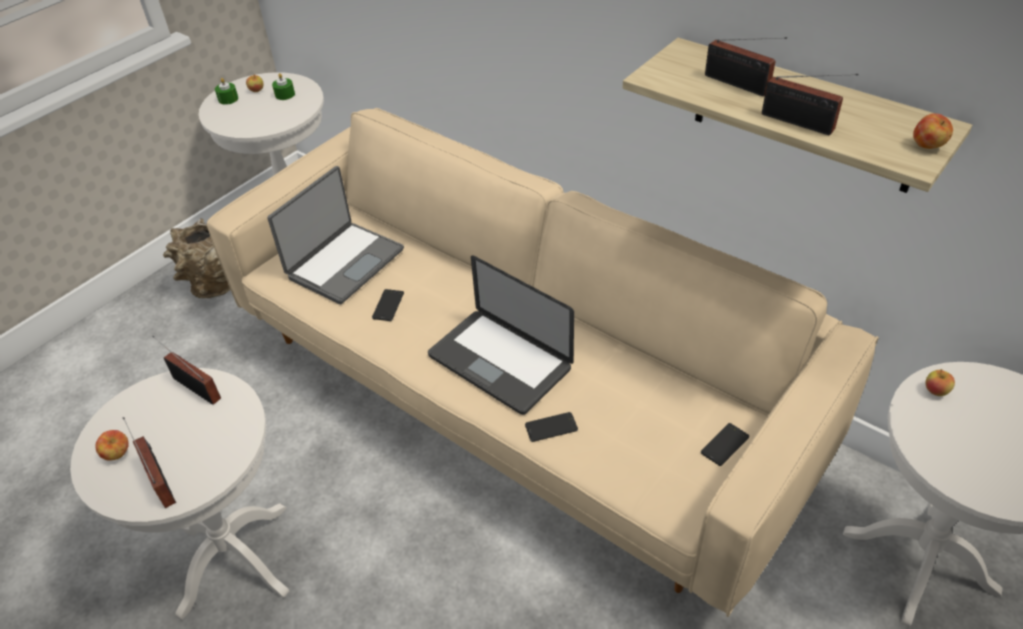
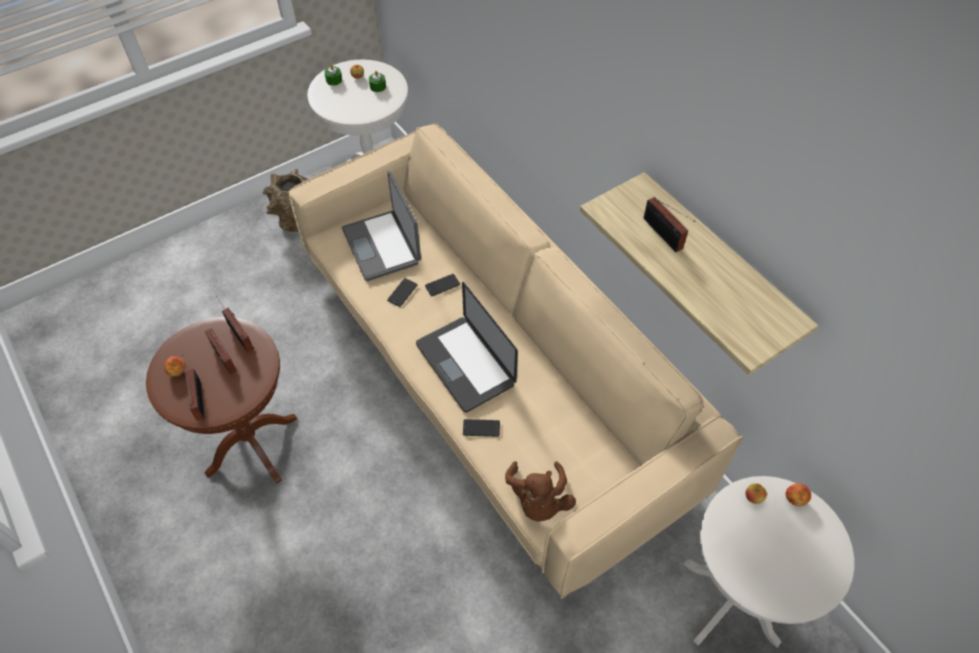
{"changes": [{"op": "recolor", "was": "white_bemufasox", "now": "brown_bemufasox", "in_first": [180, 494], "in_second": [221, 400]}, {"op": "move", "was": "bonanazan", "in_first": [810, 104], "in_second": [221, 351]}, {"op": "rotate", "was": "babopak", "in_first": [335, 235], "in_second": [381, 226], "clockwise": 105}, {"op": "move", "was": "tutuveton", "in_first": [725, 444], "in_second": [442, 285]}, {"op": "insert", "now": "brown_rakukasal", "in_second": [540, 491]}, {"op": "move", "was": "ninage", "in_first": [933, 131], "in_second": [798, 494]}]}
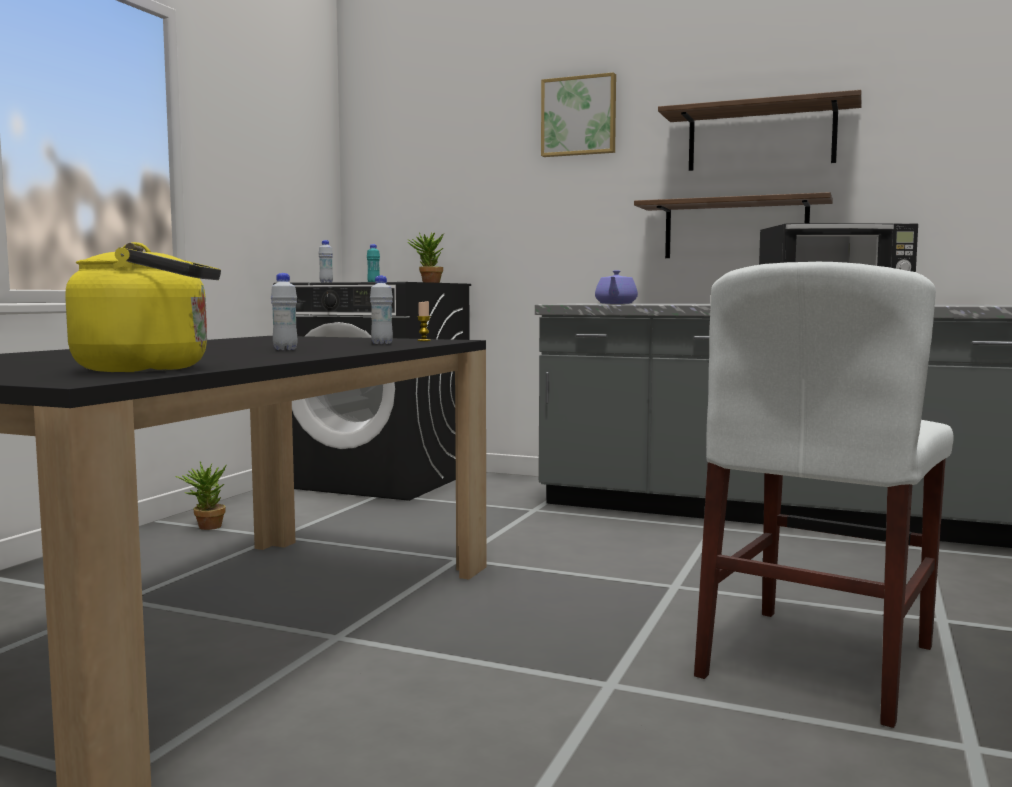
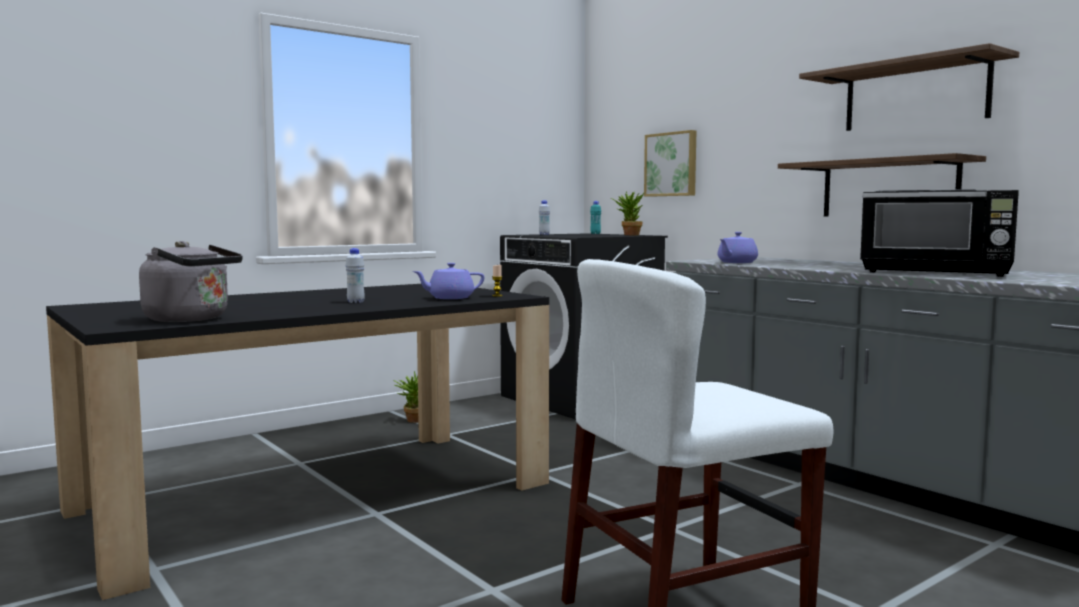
{"changes": [{"op": "recolor", "was": "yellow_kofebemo", "now": "grey_kofebemo", "in_first": [143, 307], "in_second": [191, 281]}, {"op": "replace", "was": "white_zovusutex", "now": "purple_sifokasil", "in_first": [381, 309], "in_second": [448, 281]}, {"op": "move", "was": "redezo", "in_first": [578, 114], "in_second": [670, 163]}]}
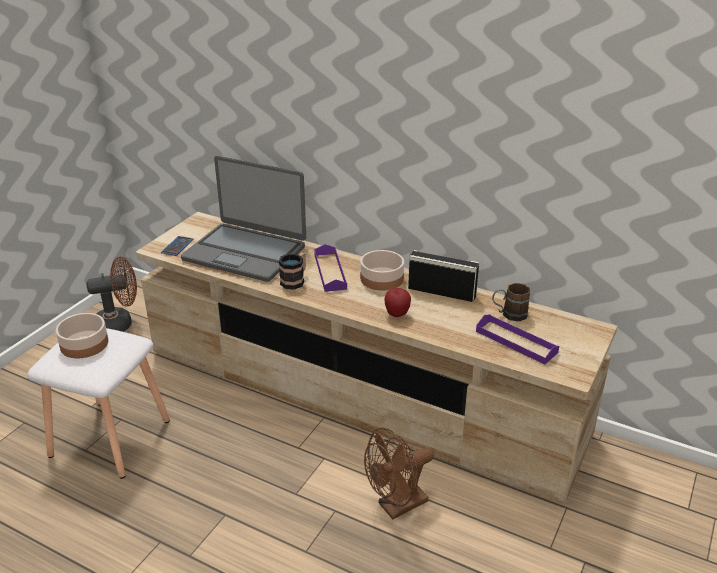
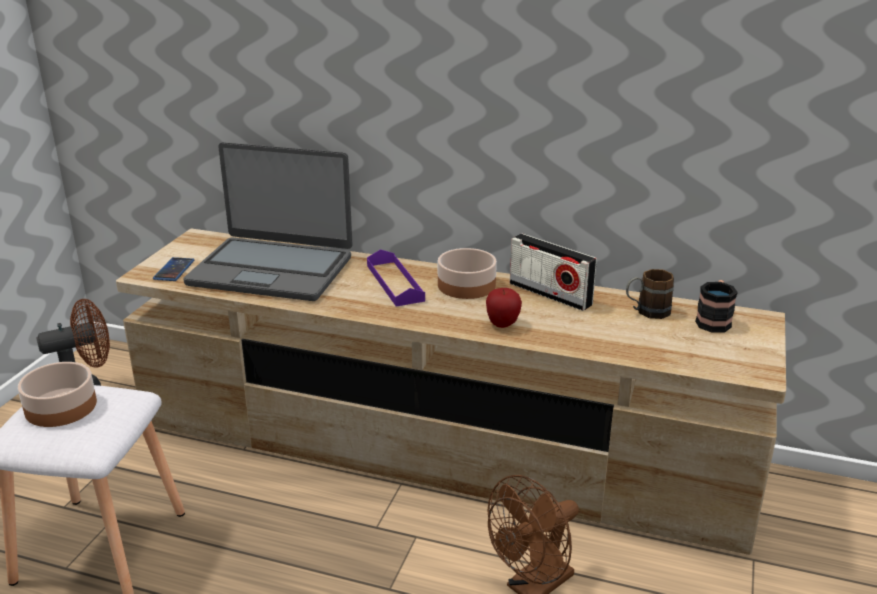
{"changes": [{"op": "rotate", "was": "bonanazan", "in_first": [443, 276], "in_second": [553, 272], "clockwise": -150}, {"op": "move", "was": "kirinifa", "in_first": [292, 271], "in_second": [716, 306]}, {"op": "delete", "was": "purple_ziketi", "in_first": [517, 339]}]}
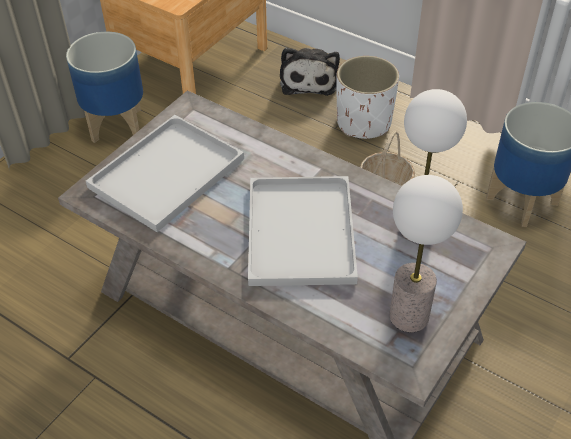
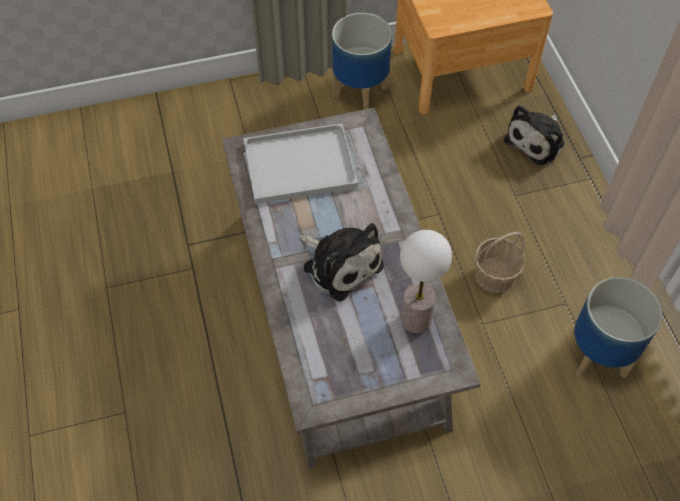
{"changes": [{"op": "replace", "was": "white_ziketi", "now": "rakukasal", "in_first": [303, 231], "in_second": [342, 262]}, {"op": "delete", "was": "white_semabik", "in_first": [367, 97]}, {"op": "delete", "was": "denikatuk", "in_first": [426, 253]}]}
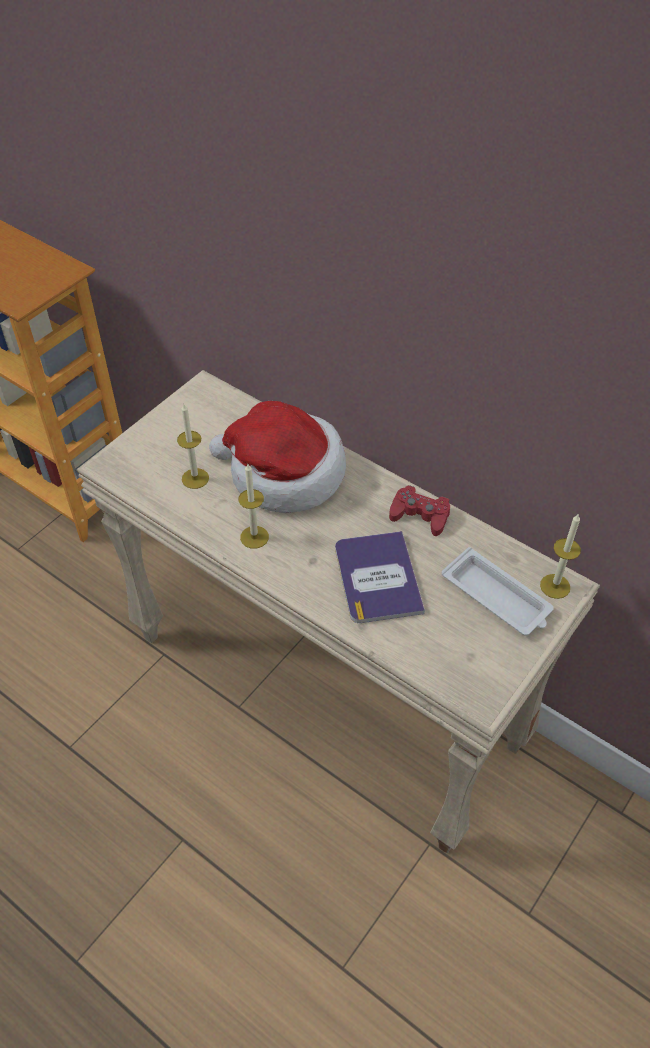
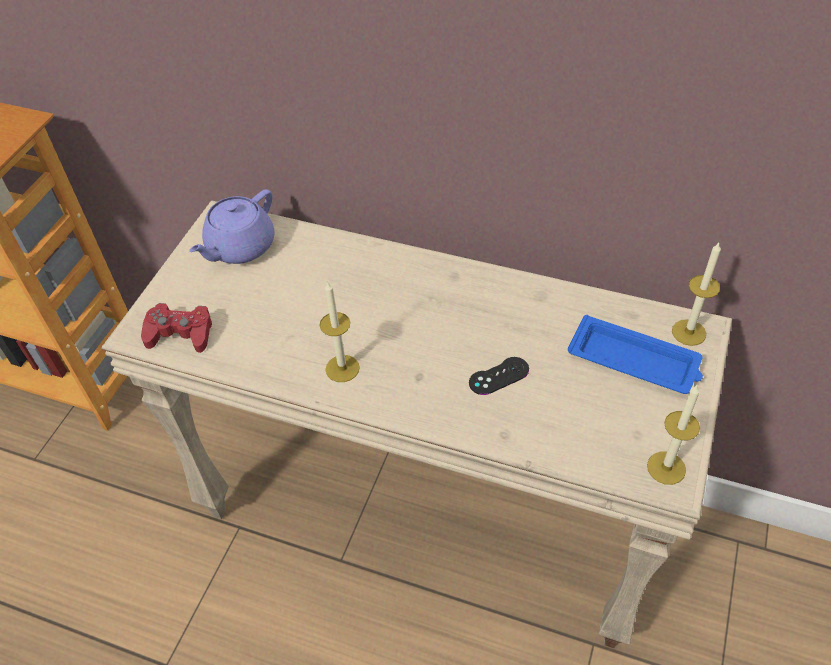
{"changes": [{"op": "move", "was": "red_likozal", "in_first": [419, 510], "in_second": [176, 328]}, {"op": "insert", "now": "purple_sifokasil", "in_second": [231, 226]}, {"op": "replace", "was": "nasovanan", "now": "black_likozal", "in_first": [380, 577], "in_second": [499, 376]}, {"op": "recolor", "was": "white_ziketi", "now": "blue_ziketi", "in_first": [498, 591], "in_second": [635, 354]}, {"op": "move", "was": "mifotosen", "in_first": [193, 446], "in_second": [673, 434]}, {"op": "delete", "was": "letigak", "in_first": [277, 457]}]}
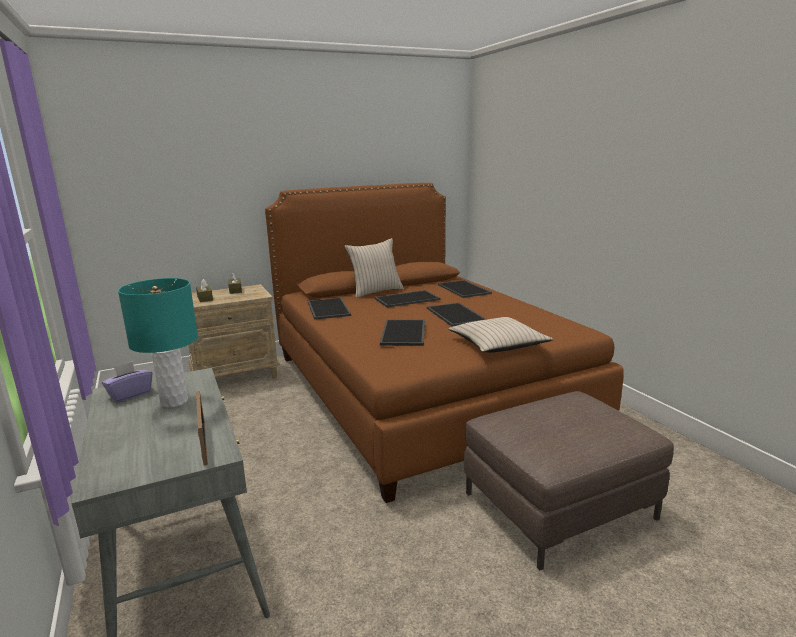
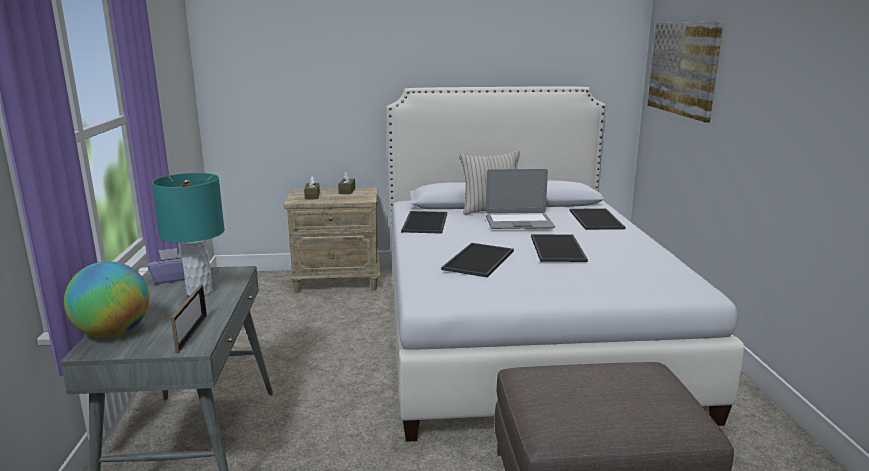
{"changes": [{"op": "insert", "now": "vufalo", "in_second": [106, 299]}, {"op": "recolor", "was": "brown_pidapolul", "now": "white_pidapolul", "in_first": [444, 343], "in_second": [565, 264]}, {"op": "replace", "was": "ziketi", "now": "babopak", "in_first": [407, 299], "in_second": [520, 199]}, {"op": "insert", "now": "redezo", "in_second": [685, 72]}, {"op": "delete", "was": "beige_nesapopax", "in_first": [501, 335]}]}
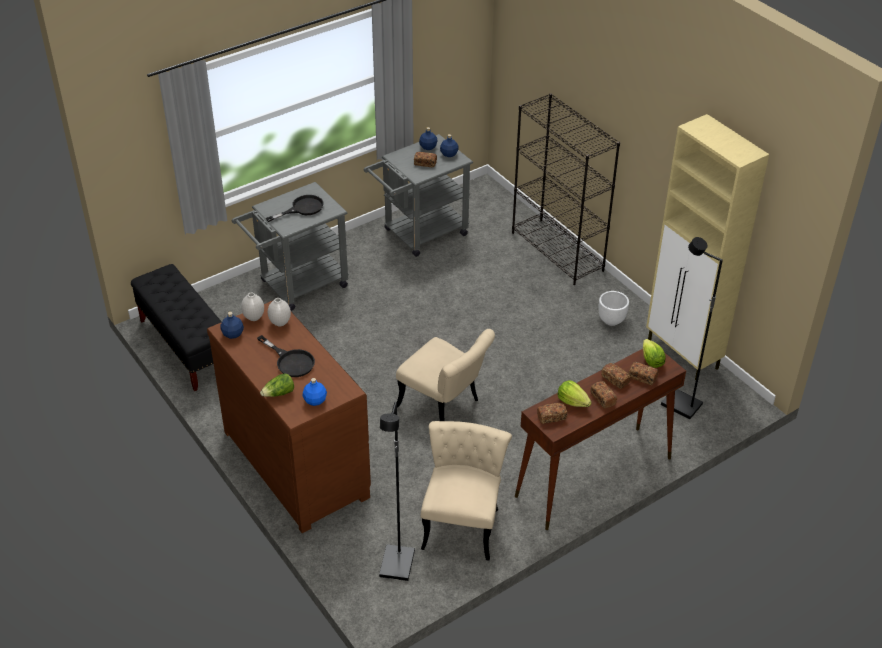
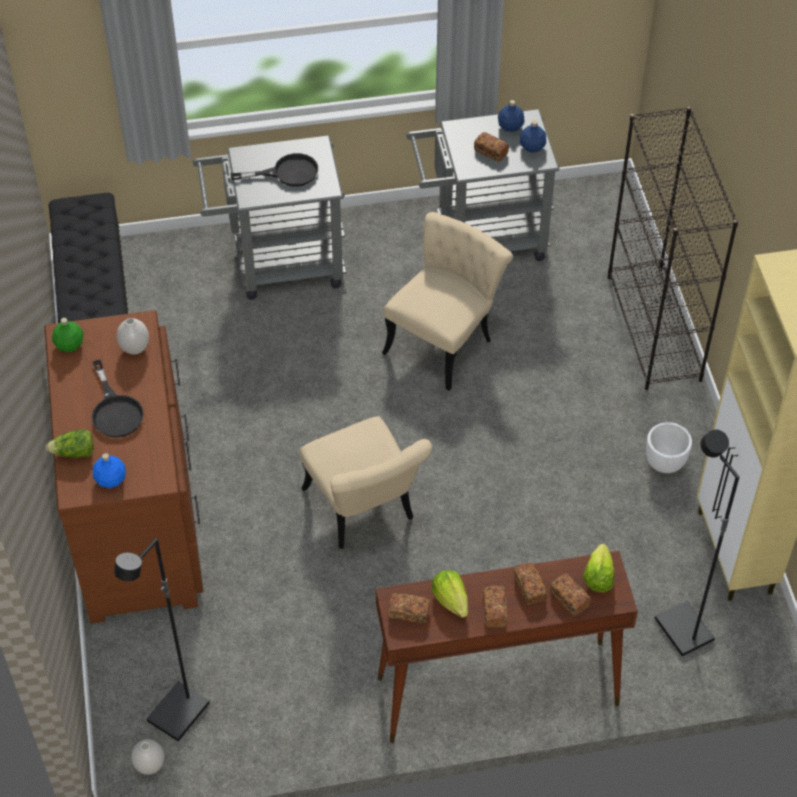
{"changes": [{"op": "recolor", "was": "blue_zovusutex", "now": "green_zovusutex", "in_first": [232, 325], "in_second": [68, 335]}, {"op": "move", "was": "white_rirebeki", "in_first": [252, 306], "in_second": [147, 757]}, {"op": "move", "was": "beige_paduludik", "in_first": [466, 491], "in_second": [447, 301]}]}
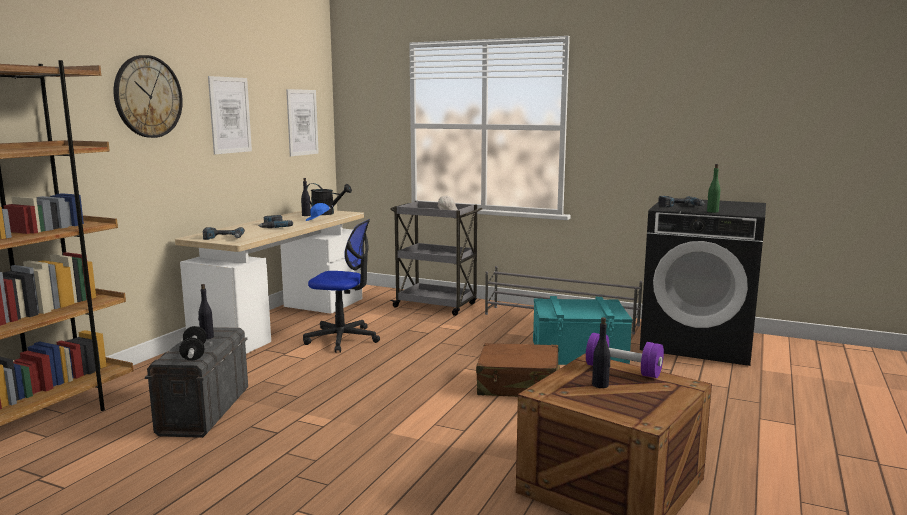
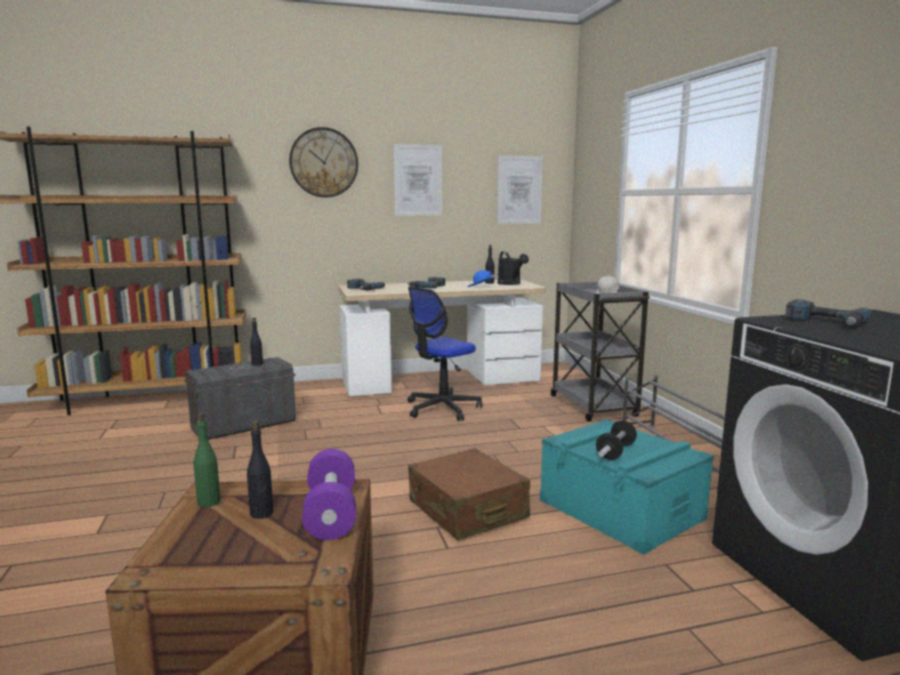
{"changes": [{"op": "move", "was": "green_zovusutex", "in_first": [713, 188], "in_second": [207, 459]}, {"op": "rotate", "was": "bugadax", "in_first": [341, 286], "in_second": [444, 353], "clockwise": 75}, {"op": "move", "was": "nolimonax", "in_first": [193, 343], "in_second": [616, 440]}]}
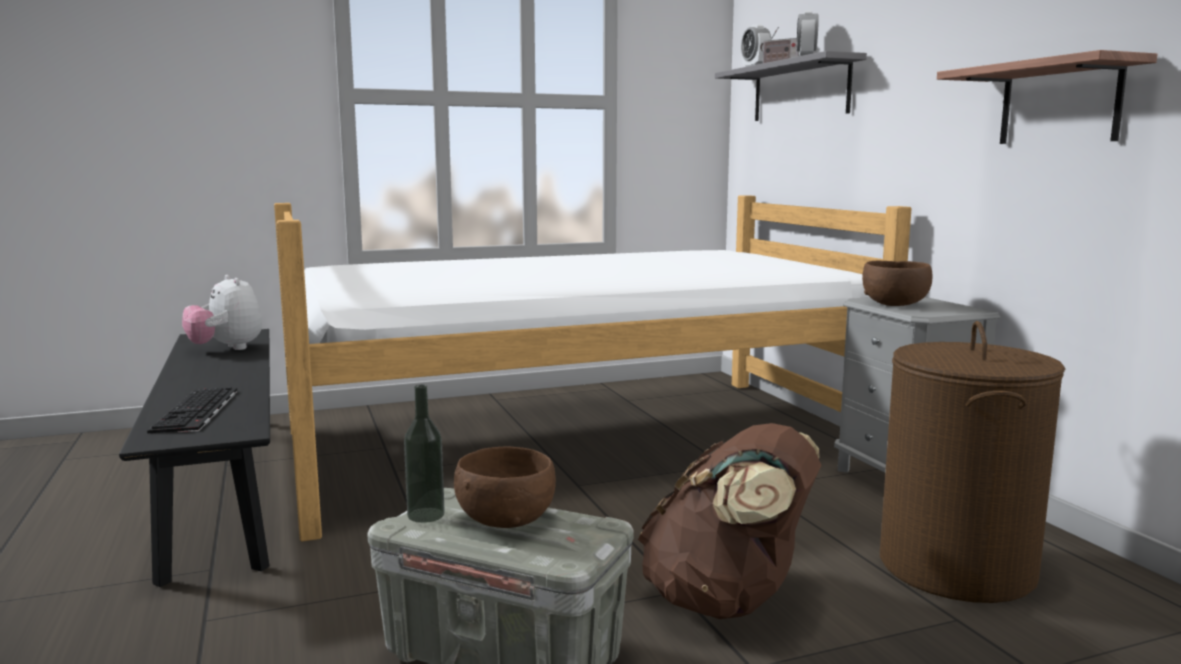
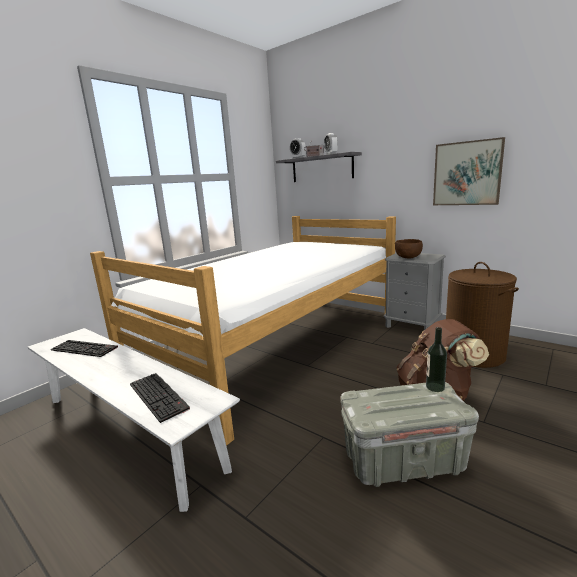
{"changes": [{"op": "recolor", "was": "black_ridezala", "now": "white_ridezala", "in_first": [194, 458], "in_second": [134, 420]}, {"op": "replace", "was": "rakukasal", "now": "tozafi", "in_first": [222, 312], "in_second": [84, 348]}, {"op": "move", "was": "zovusutex", "in_first": [424, 454], "in_second": [436, 359]}, {"op": "replace", "was": "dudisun", "now": "redezo", "in_first": [1047, 97], "in_second": [469, 171]}, {"op": "delete", "was": "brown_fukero", "in_first": [505, 487]}]}
